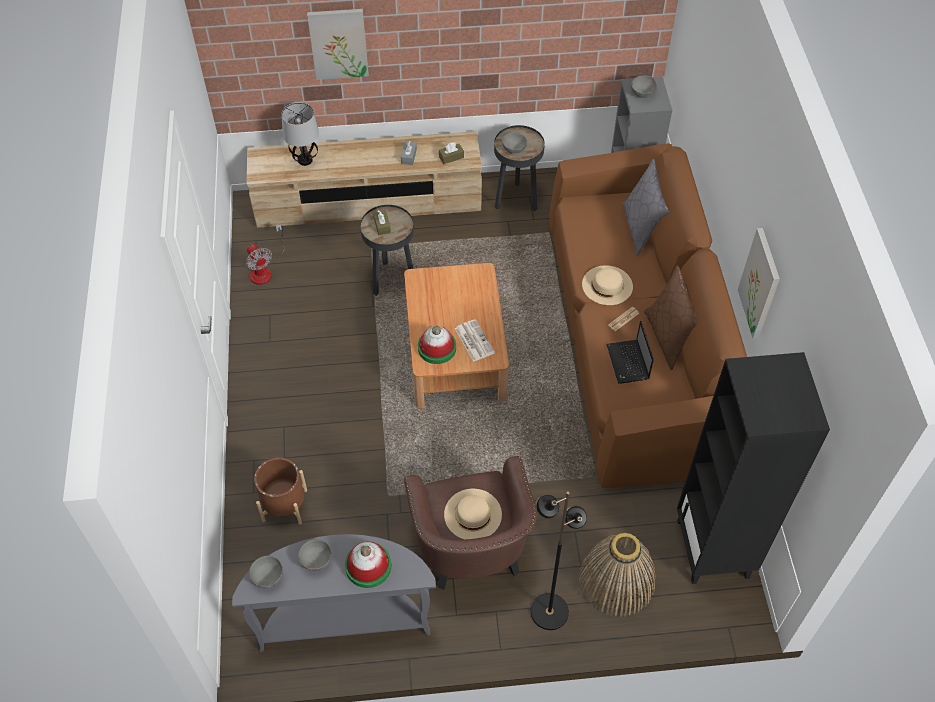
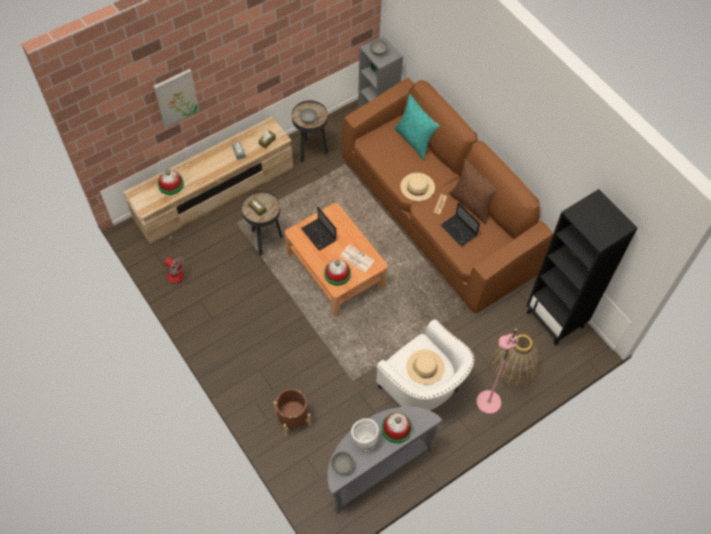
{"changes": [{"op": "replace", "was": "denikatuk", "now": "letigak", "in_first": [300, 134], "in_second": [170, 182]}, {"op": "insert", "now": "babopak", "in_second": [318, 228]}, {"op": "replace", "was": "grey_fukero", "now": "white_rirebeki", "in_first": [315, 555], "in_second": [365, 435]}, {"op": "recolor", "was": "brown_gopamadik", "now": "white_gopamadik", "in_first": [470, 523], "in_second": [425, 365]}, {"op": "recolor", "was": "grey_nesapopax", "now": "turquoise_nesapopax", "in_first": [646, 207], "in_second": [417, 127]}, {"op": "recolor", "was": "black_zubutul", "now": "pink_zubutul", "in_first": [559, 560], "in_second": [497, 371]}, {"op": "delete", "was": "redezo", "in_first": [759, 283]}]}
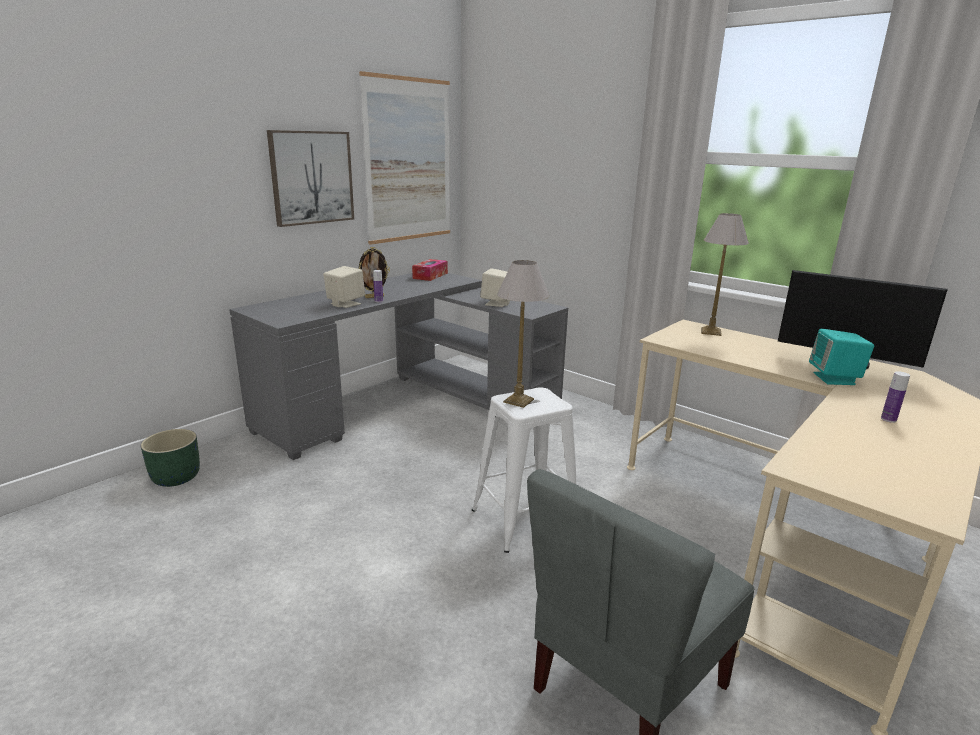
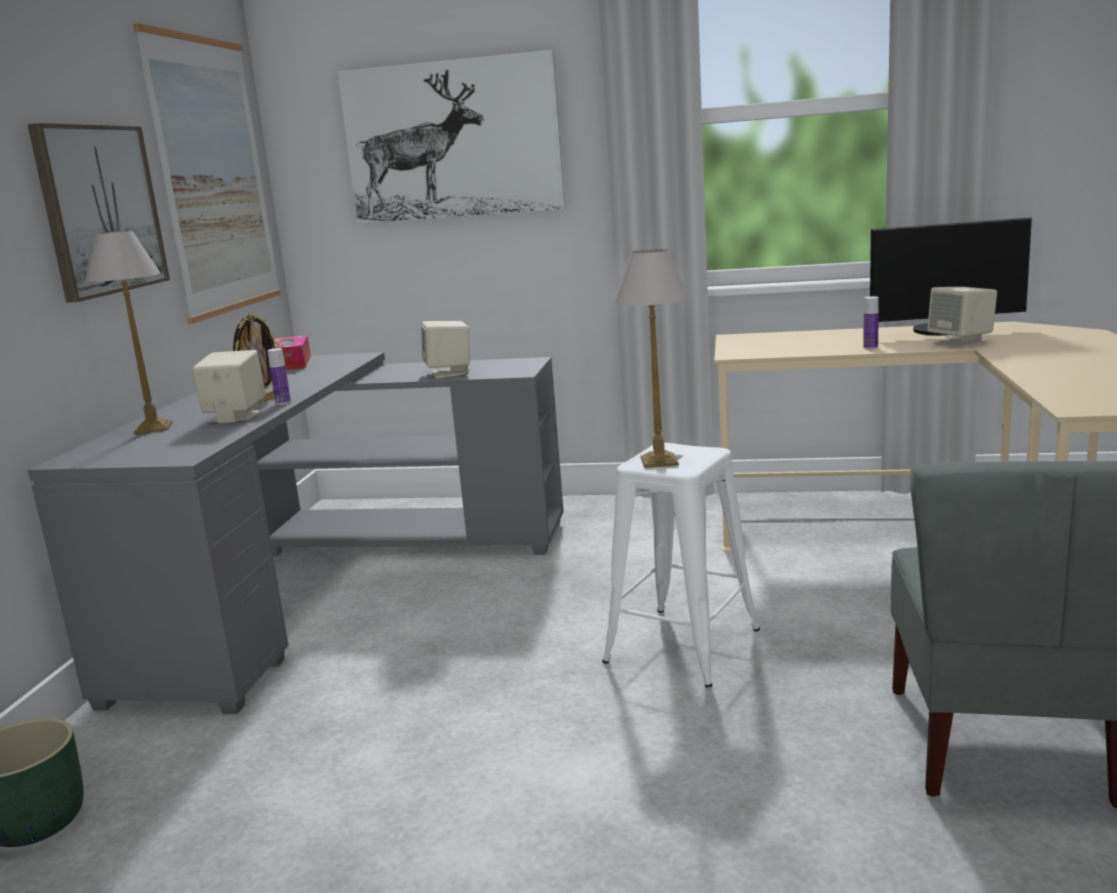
{"changes": [{"op": "move", "was": "denikatuk", "in_first": [725, 274], "in_second": [128, 332]}, {"op": "insert", "now": "redezo", "in_second": [451, 137]}, {"op": "move", "was": "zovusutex", "in_first": [895, 397], "in_second": [871, 322]}, {"op": "recolor", "was": "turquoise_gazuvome", "now": "beige_gazuvome", "in_first": [841, 357], "in_second": [962, 317]}]}
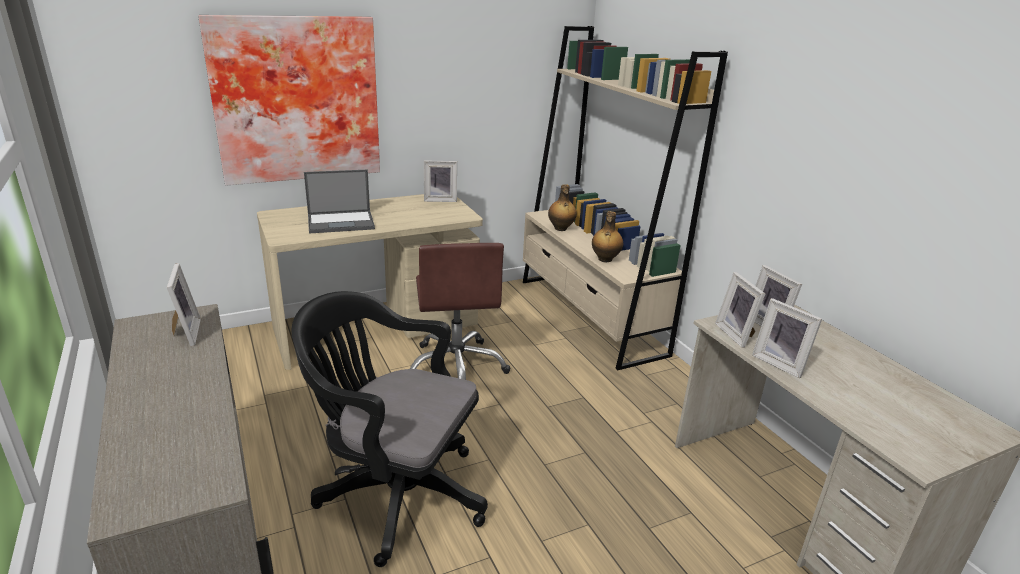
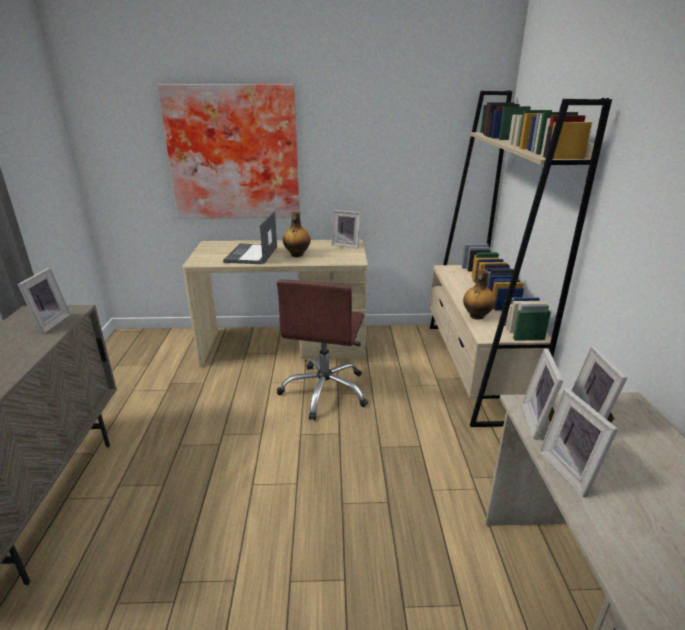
{"changes": [{"op": "rotate", "was": "babopak", "in_first": [339, 202], "in_second": [250, 237], "clockwise": 90}, {"op": "move", "was": "zovusutex", "in_first": [562, 207], "in_second": [297, 234]}, {"op": "delete", "was": "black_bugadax", "in_first": [389, 429]}]}
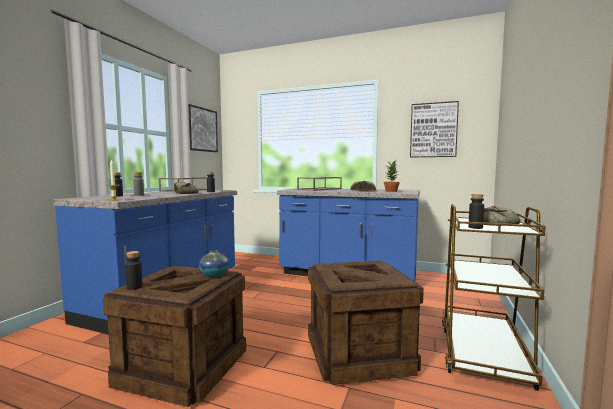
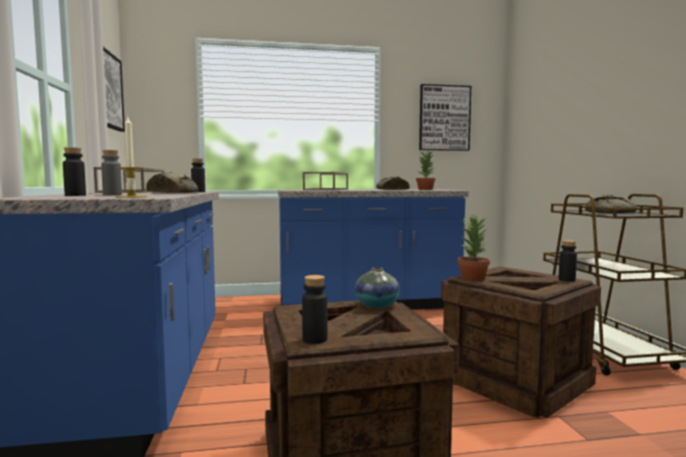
{"changes": [{"op": "insert", "now": "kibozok", "in_second": [474, 247]}, {"op": "move", "was": "black_zovusutex", "in_first": [476, 211], "in_second": [568, 261]}]}
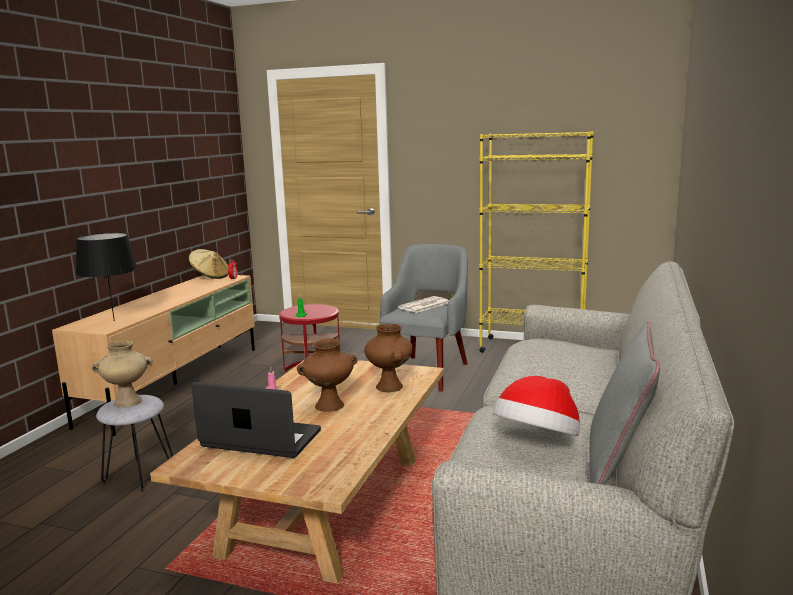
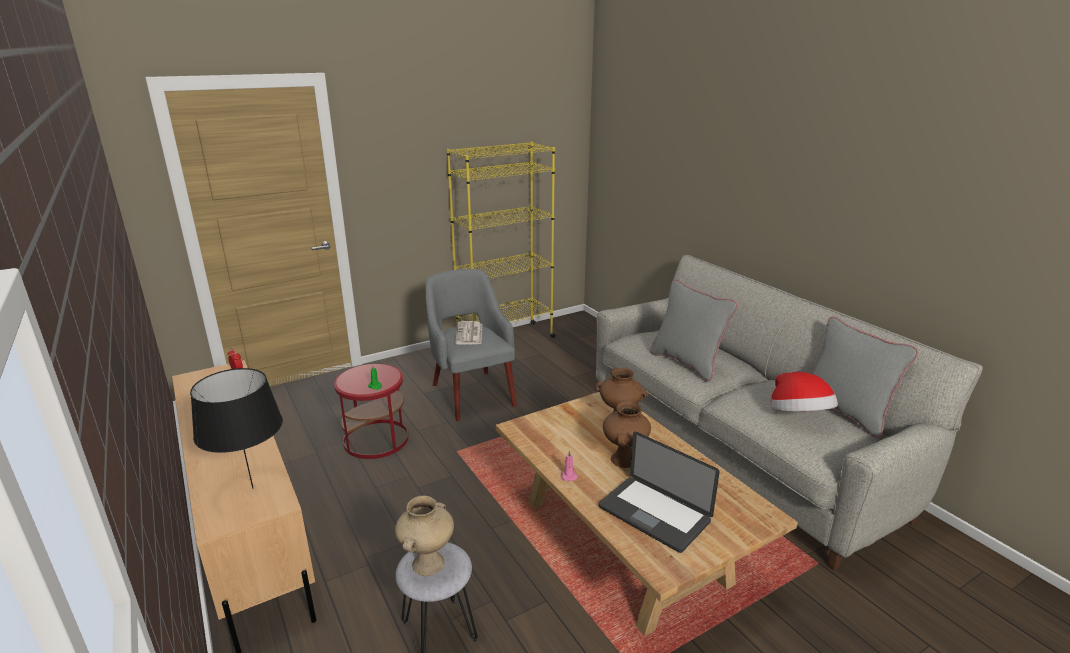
{"changes": [{"op": "rotate", "was": "babopak", "in_first": [256, 420], "in_second": [659, 492], "clockwise": -105}, {"op": "insert", "now": "grey_nesapopax", "in_second": [694, 330]}, {"op": "delete", "was": "beige_letigak", "in_first": [208, 264]}]}
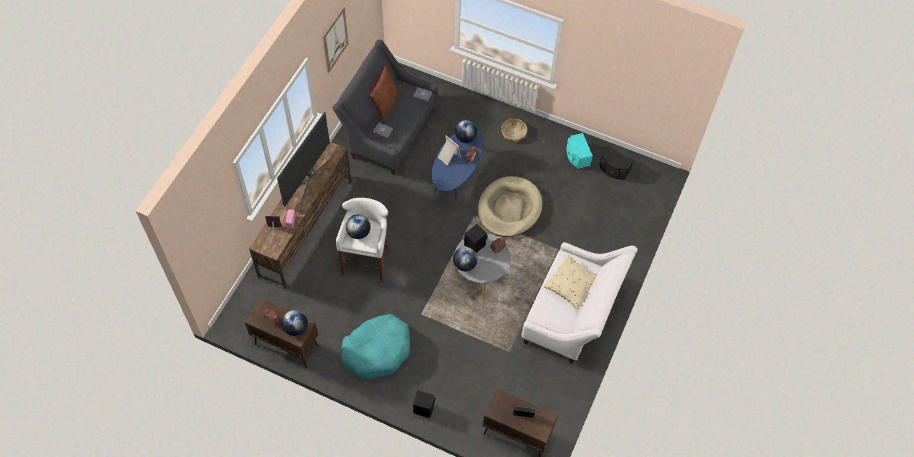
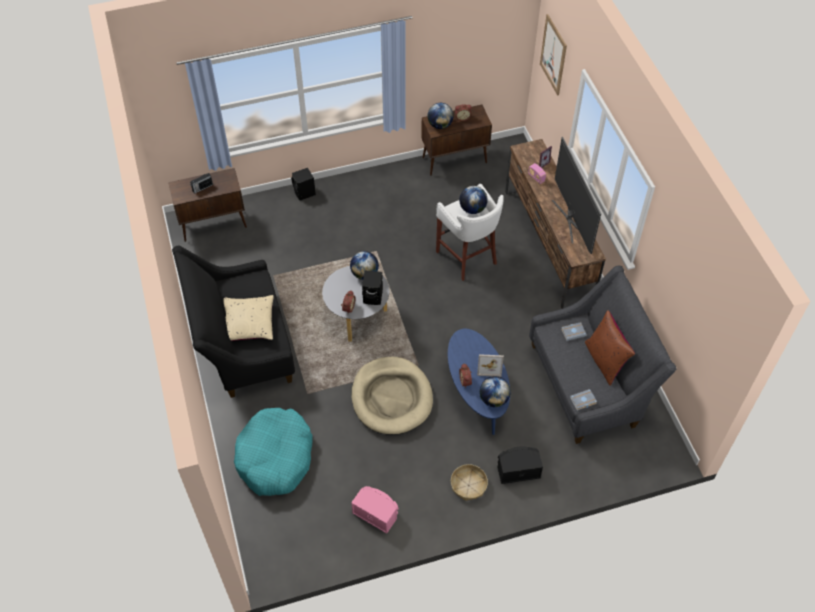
{"changes": [{"op": "recolor", "was": "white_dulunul", "now": "black_dulunul", "in_first": [580, 303], "in_second": [233, 321]}, {"op": "move", "was": "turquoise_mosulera", "in_first": [375, 346], "in_second": [273, 452]}, {"op": "recolor", "was": "turquoise_gazuvome", "now": "pink_gazuvome", "in_first": [579, 151], "in_second": [375, 510]}, {"op": "move", "was": "black_gazuvome", "in_first": [617, 163], "in_second": [520, 465]}, {"op": "move", "was": "redezo", "in_first": [335, 40], "in_second": [553, 55]}]}
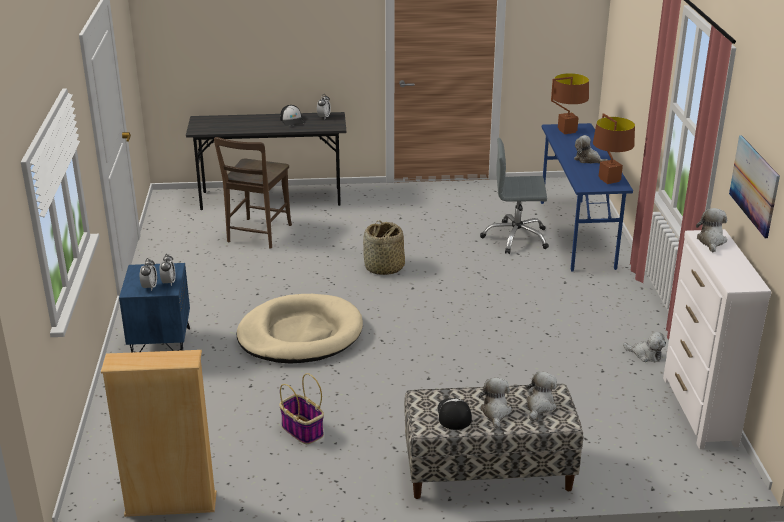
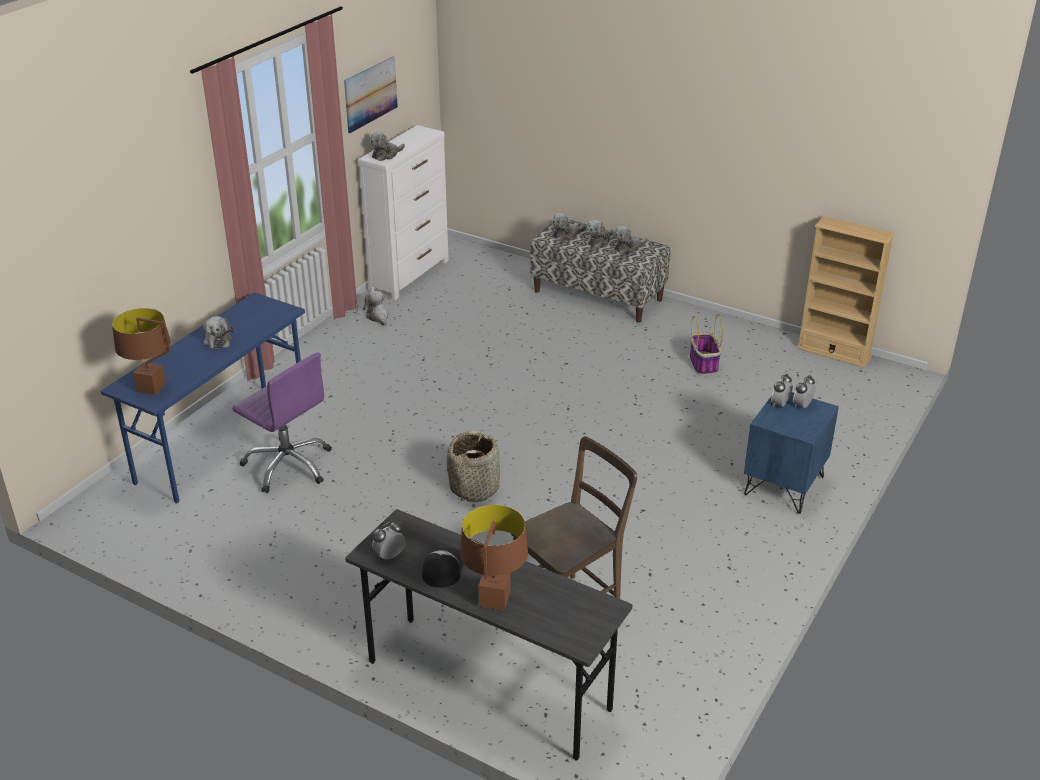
{"changes": [{"op": "recolor", "was": "grey_bugadax", "now": "purple_bugadax", "in_first": [514, 196], "in_second": [282, 422]}, {"op": "move", "was": "brown_denikatuk", "in_first": [614, 148], "in_second": [494, 557]}, {"op": "replace", "was": "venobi", "now": "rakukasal", "in_first": [455, 414], "in_second": [631, 240]}, {"op": "delete", "was": "beige_mosulera", "in_first": [300, 329]}]}
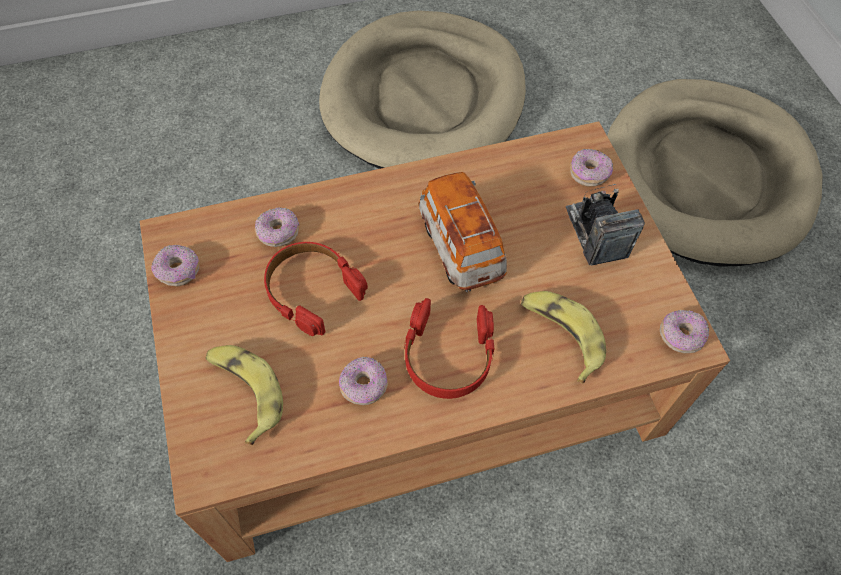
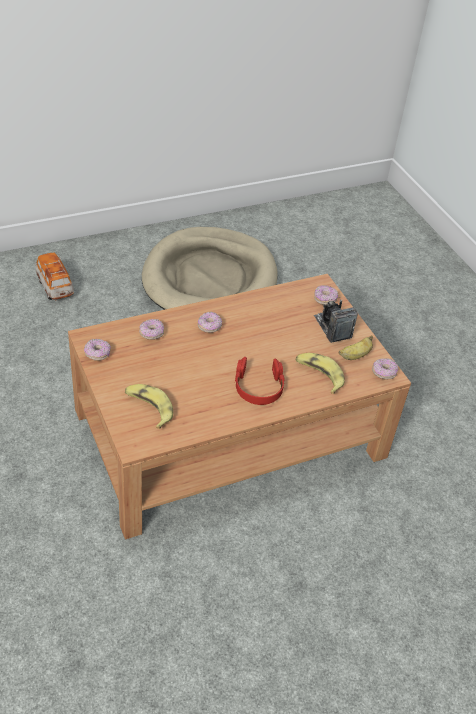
{"changes": [{"op": "move", "was": "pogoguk", "in_first": [462, 232], "in_second": [54, 277]}, {"op": "move", "was": "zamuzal", "in_first": [363, 380], "in_second": [210, 322]}, {"op": "insert", "now": "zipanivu", "in_second": [356, 347]}, {"op": "delete", "was": "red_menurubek", "in_first": [316, 289]}, {"op": "delete", "was": "beige_mosulera", "in_first": [714, 173]}]}
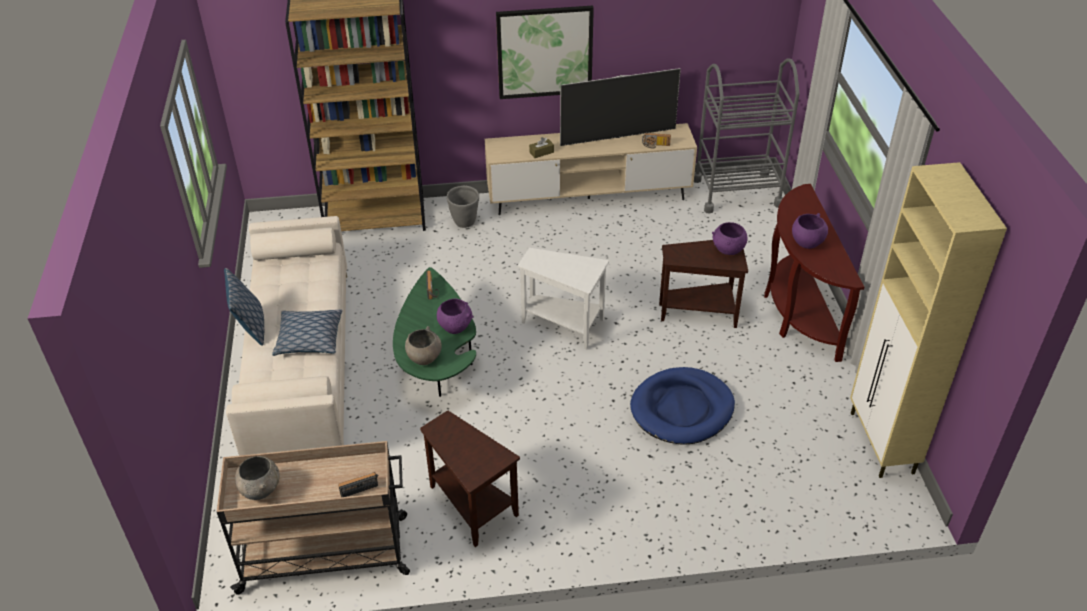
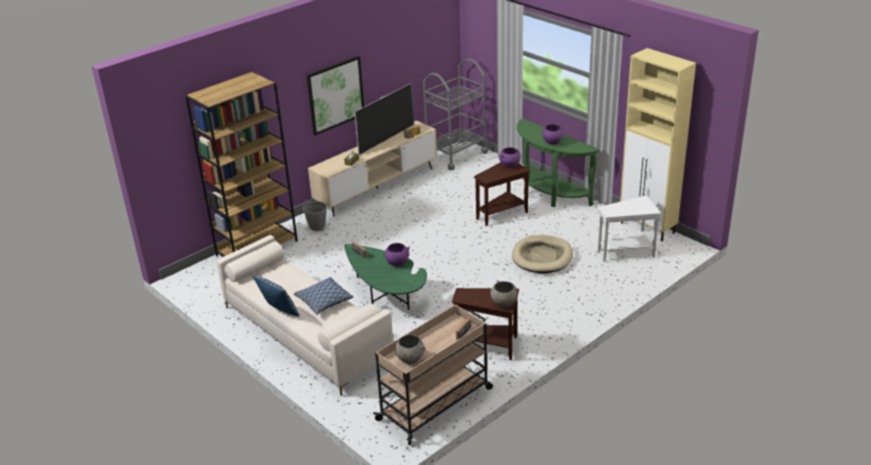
{"changes": [{"op": "move", "was": "grey_fukero", "in_first": [423, 345], "in_second": [504, 293]}, {"op": "recolor", "was": "blue_mosulera", "now": "beige_mosulera", "in_first": [682, 406], "in_second": [542, 254]}, {"op": "recolor", "was": "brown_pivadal", "now": "green_pivadal", "in_first": [814, 273], "in_second": [558, 163]}, {"op": "move", "was": "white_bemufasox", "in_first": [563, 299], "in_second": [629, 228]}]}
